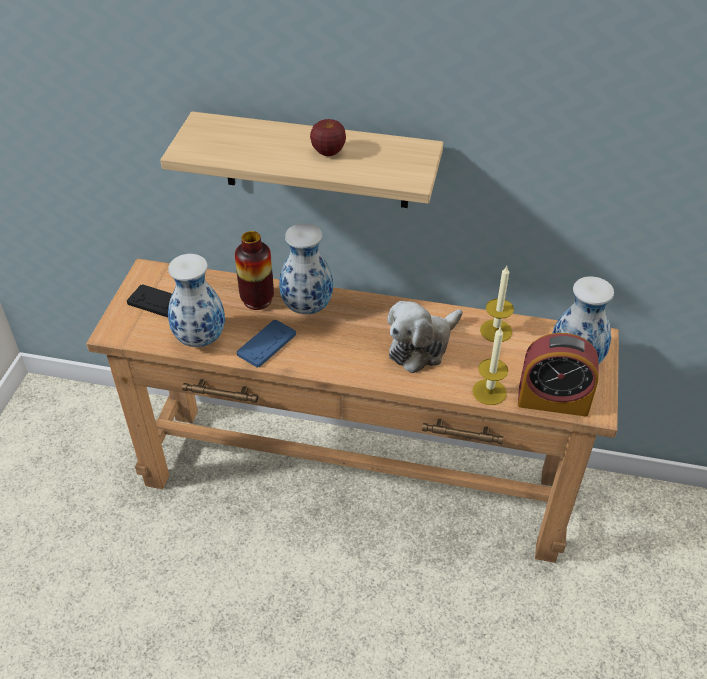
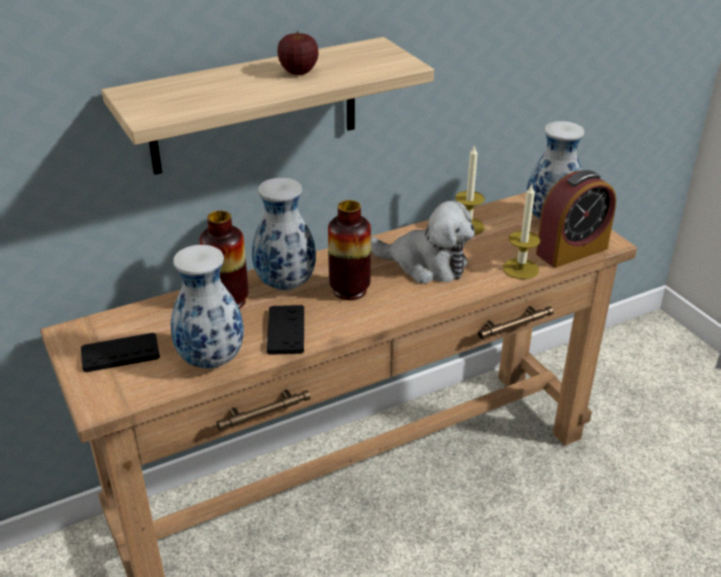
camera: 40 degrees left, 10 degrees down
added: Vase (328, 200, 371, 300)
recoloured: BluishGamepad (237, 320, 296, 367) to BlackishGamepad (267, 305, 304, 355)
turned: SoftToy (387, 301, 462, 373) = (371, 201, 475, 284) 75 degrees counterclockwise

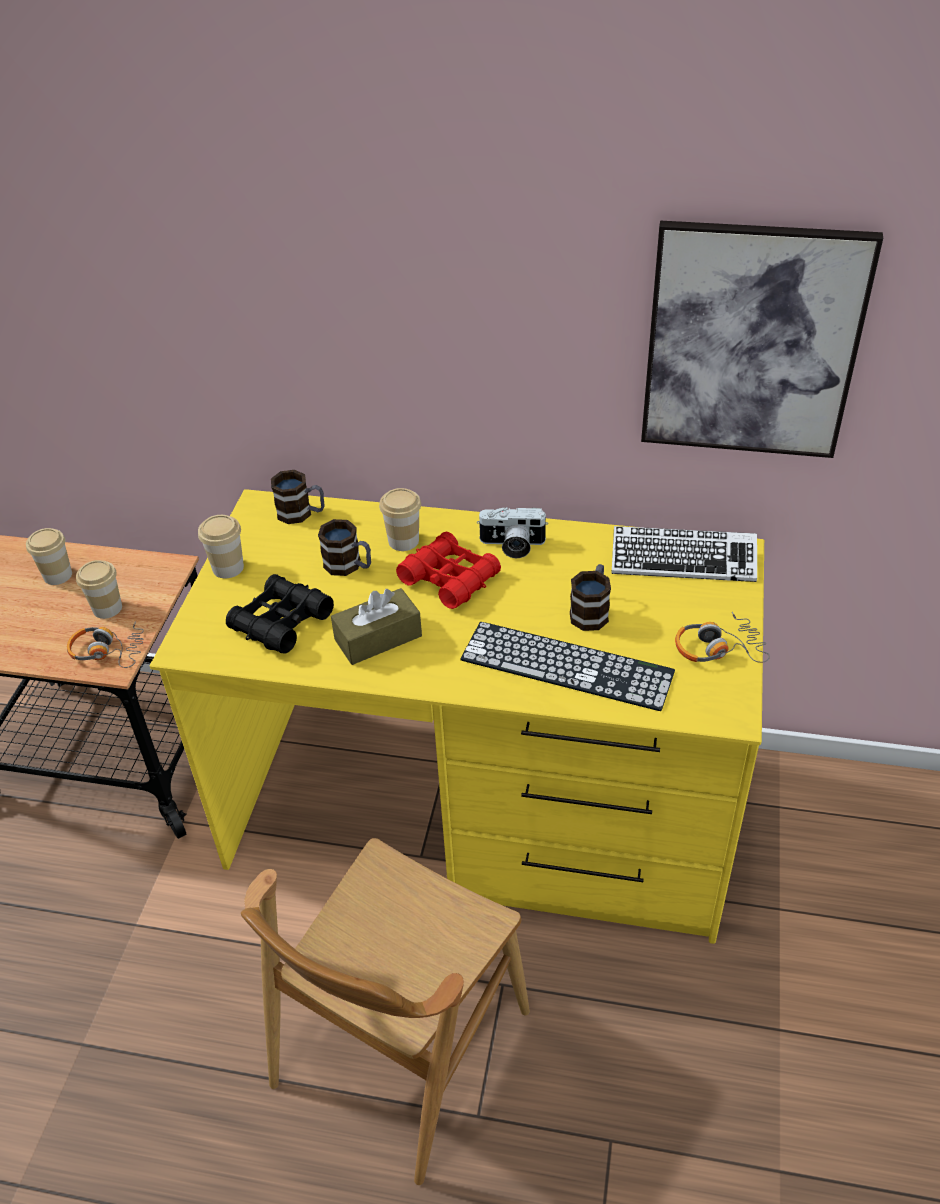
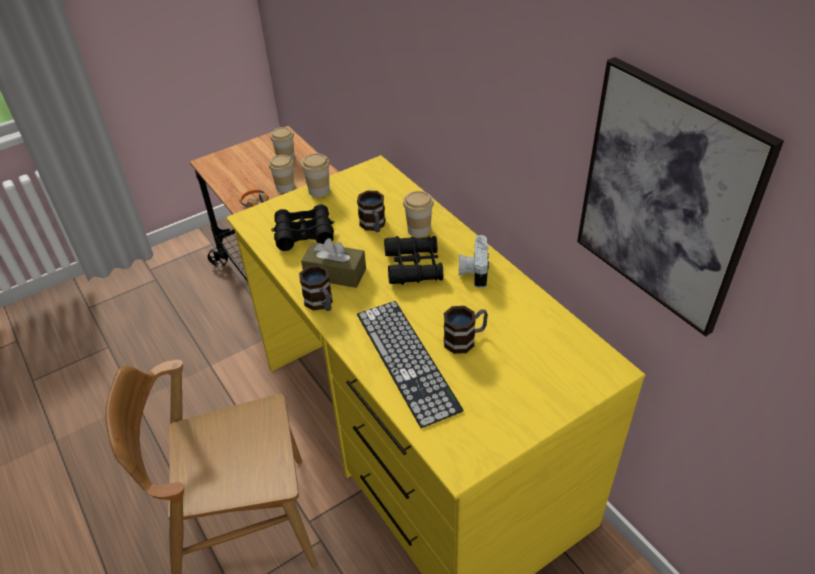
camera: 45 degrees right, 0 degrees up
removed: Keyboard (611, 526, 757, 582); PairOfHeadphones (675, 612, 770, 663)
moved: Mug (271, 470, 324, 524) to (299, 265, 333, 311)
recoloured: ReddishBinoculars (396, 532, 501, 609) to BlackishBinoculars (384, 236, 443, 285)
turned: StillCamera (477, 507, 548, 558) = (459, 235, 489, 288) 45 degrees clockwise

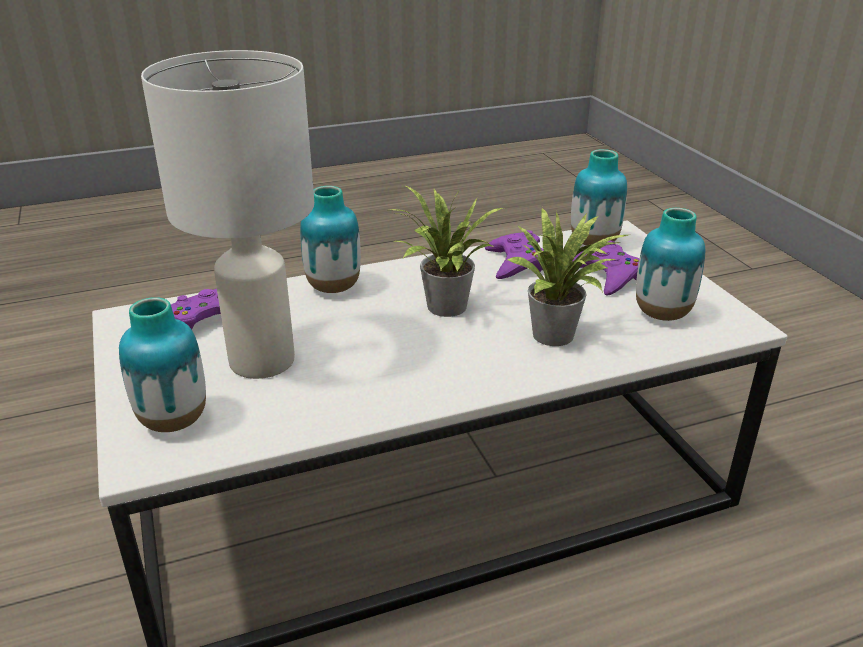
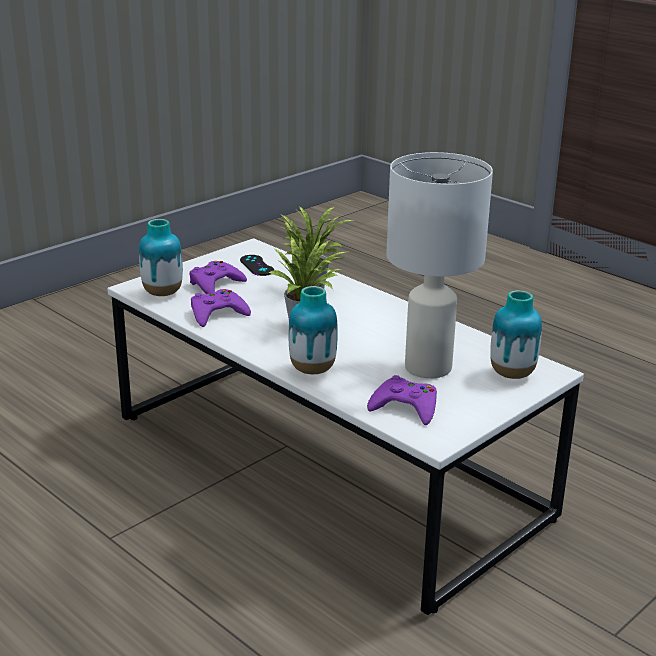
camera: 115 degrees left, 5 degrees down
replaced: Vase (636, 208, 705, 321) to BlackishGamepad (240, 255, 274, 276)

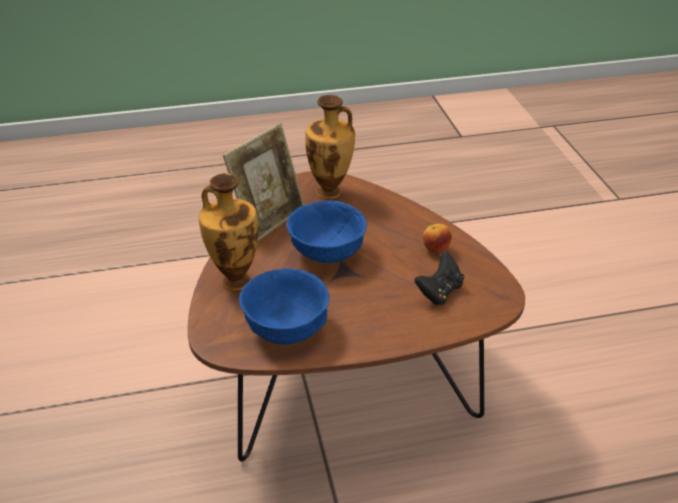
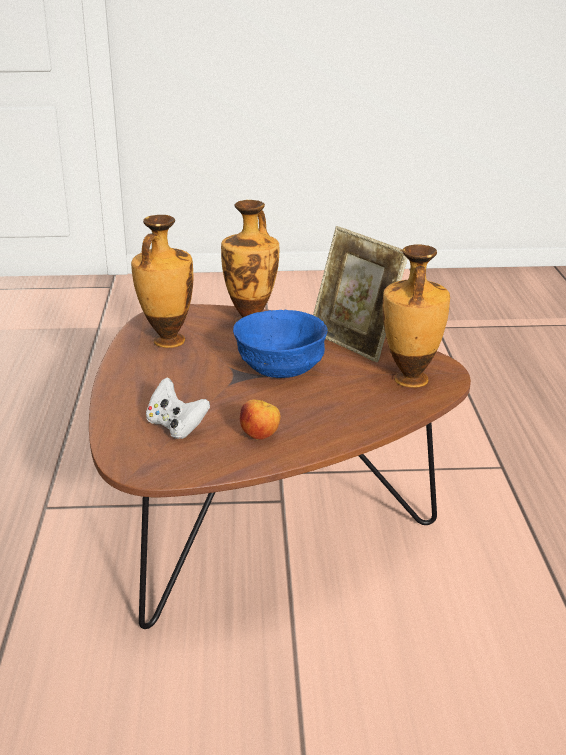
camera: 100 degrees right, 10 degrees down
replaced: BluishDeepDish (239, 268, 329, 345) to Vase (131, 215, 193, 348)
recoloured: BlackishGamepad (414, 252, 464, 305) to WhiteGamepad (146, 377, 210, 439)

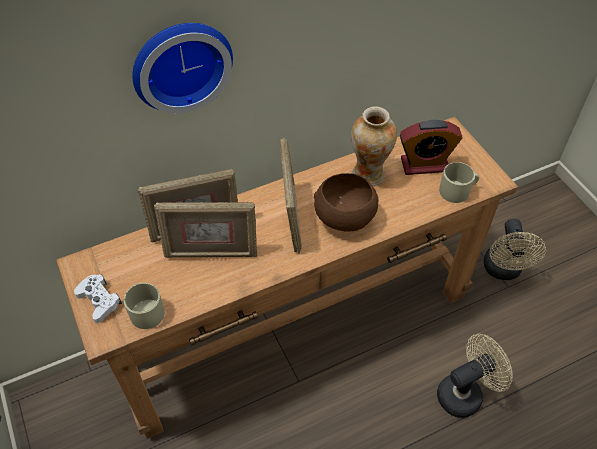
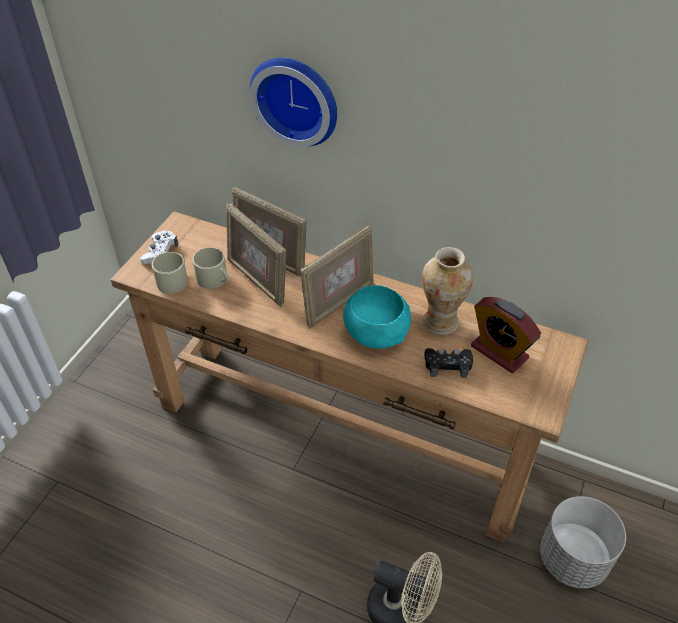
camera: 50 degrees right, 5 degrees down
added: BlackishGamepad (424, 348, 473, 378)
moved: BeigeMug (439, 162, 479, 203) to (192, 247, 229, 289)
replaced: BeigeFan (483, 219, 546, 280) to GrayFlowerPot (540, 496, 626, 589)
recoloured: BrownishDeepDish (314, 173, 379, 232) to TurquoiseColouredDeepDish (343, 285, 411, 349)

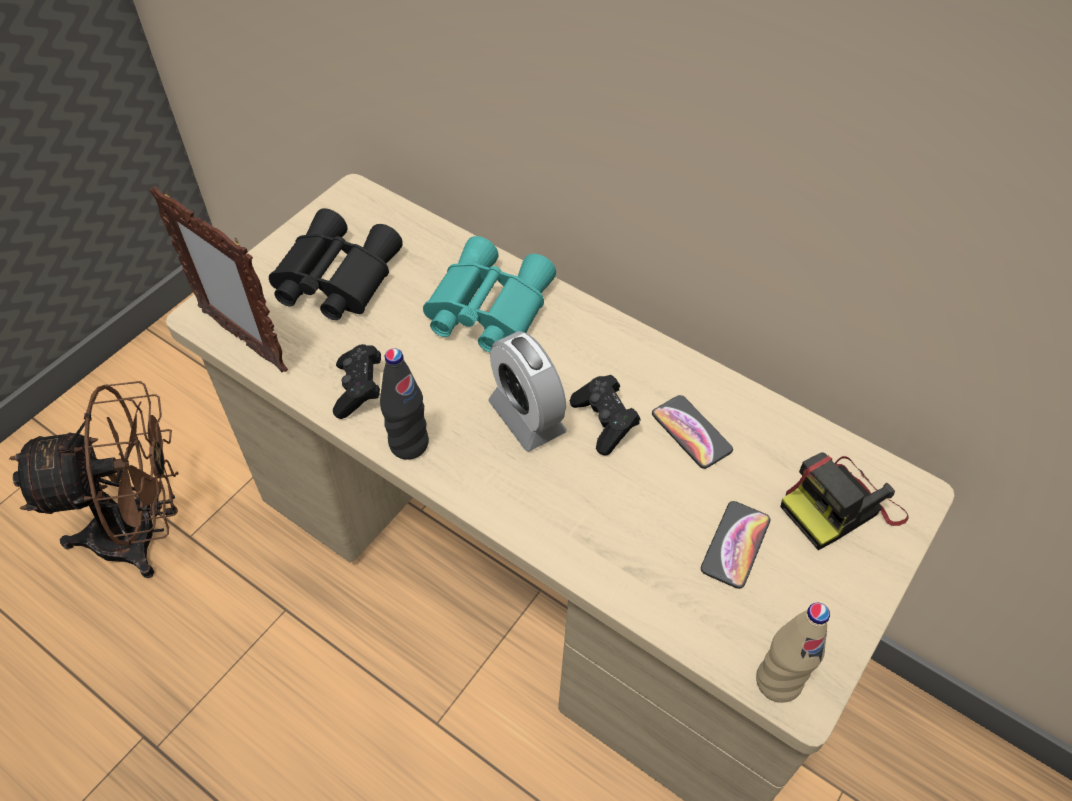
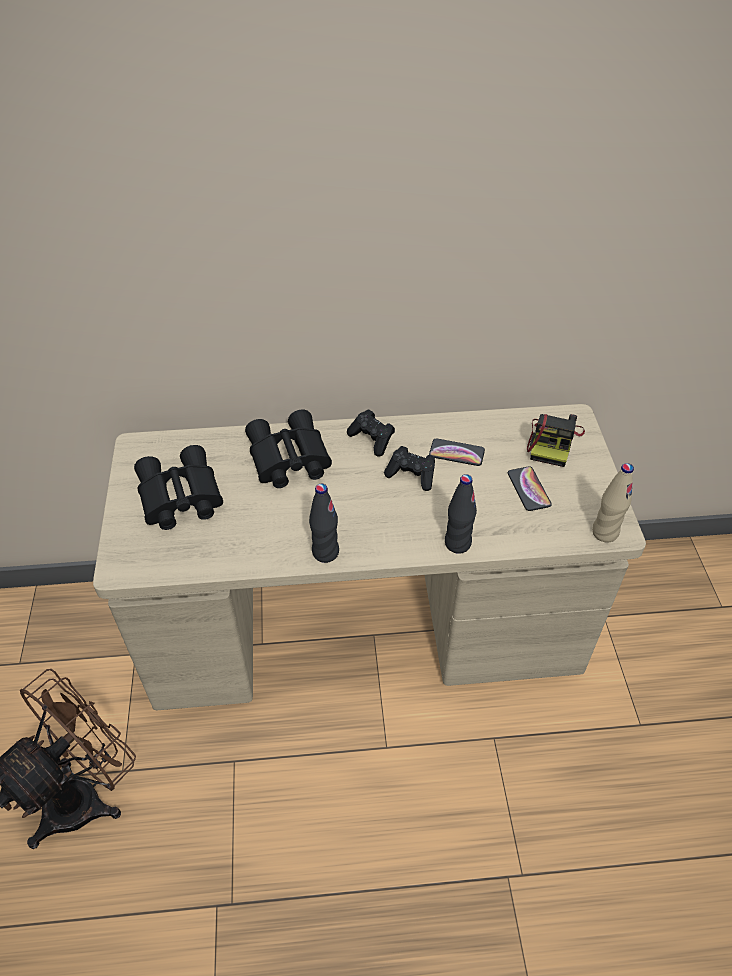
camera: 40 degrees left, 5 degrees down
removed: PhotoFrame (149, 186, 288, 372); TableClock (488, 331, 567, 452)
added: BlackishBottle (445, 474, 477, 554)
moved: BlackishGamepad (333, 344, 381, 419) to (347, 410, 395, 457)
recoloured: TurquoiseColouredBinoculars (423, 236, 556, 352) to BlackishBinoculars (245, 409, 332, 488)

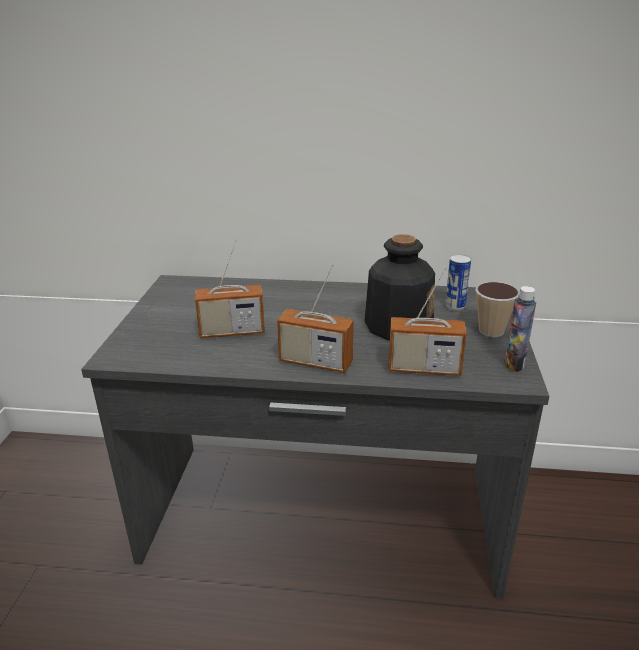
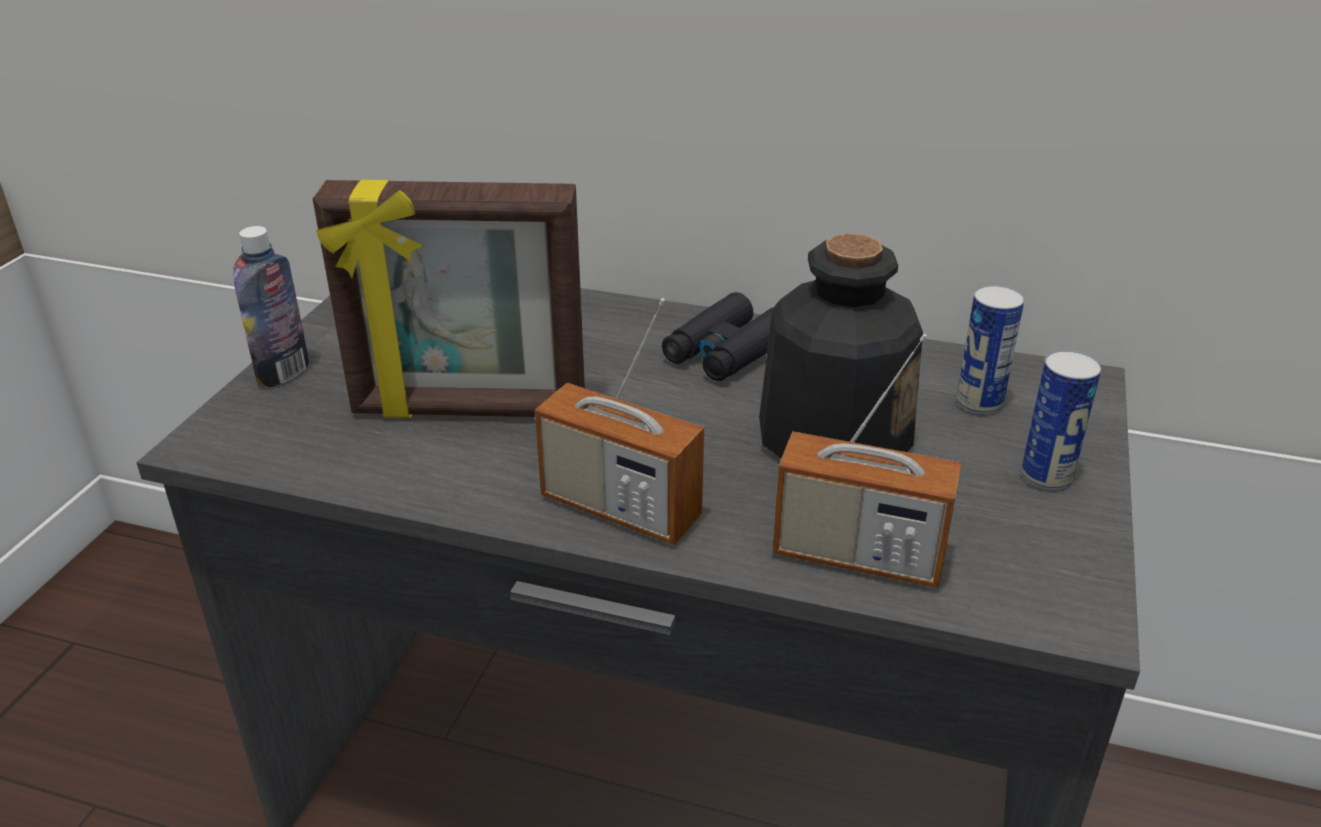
camera: 10 degrees right, 5 degrees up
added: BlackishBinoculars (662, 292, 773, 381)
moved: Bottle (505, 286, 536, 372) to (233, 226, 309, 387)
replaced: Radio (195, 238, 265, 338) to PhotoFrame (313, 180, 585, 418); Cup (475, 282, 520, 337) to Can (1021, 350, 1101, 490)

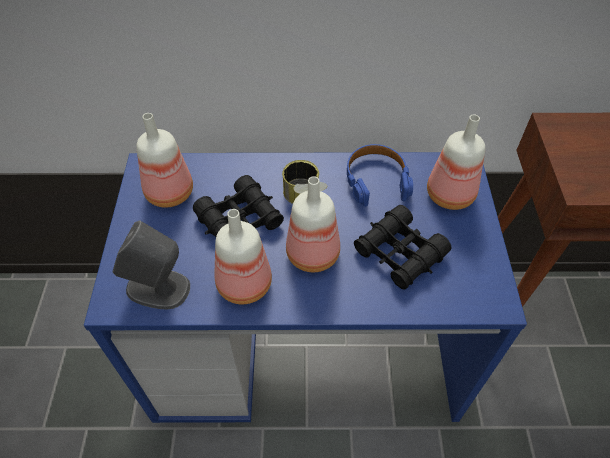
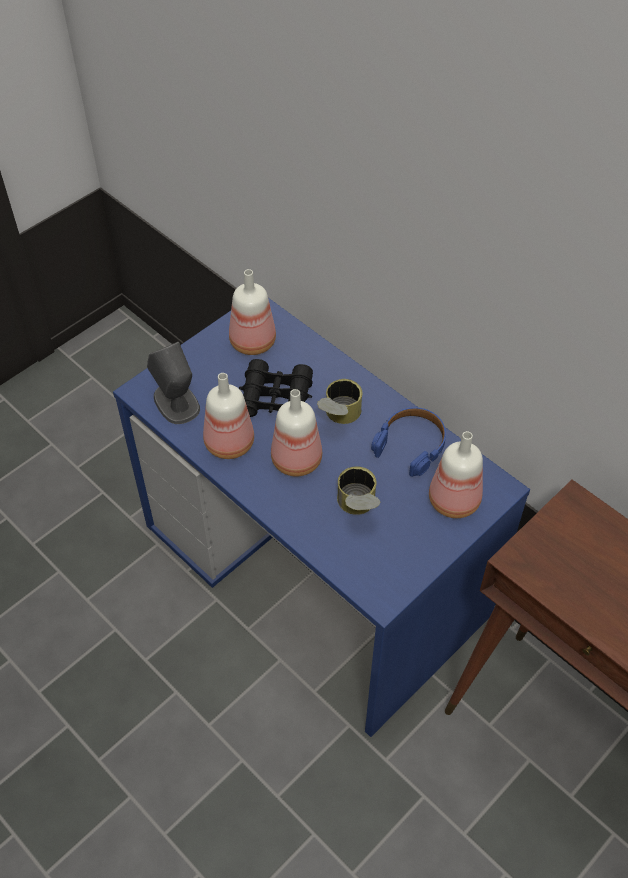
camera: 45 degrees right, 0 degrees up
replaced: BlackishBinoculars (354, 205, 452, 290) to Can (337, 466, 381, 515)

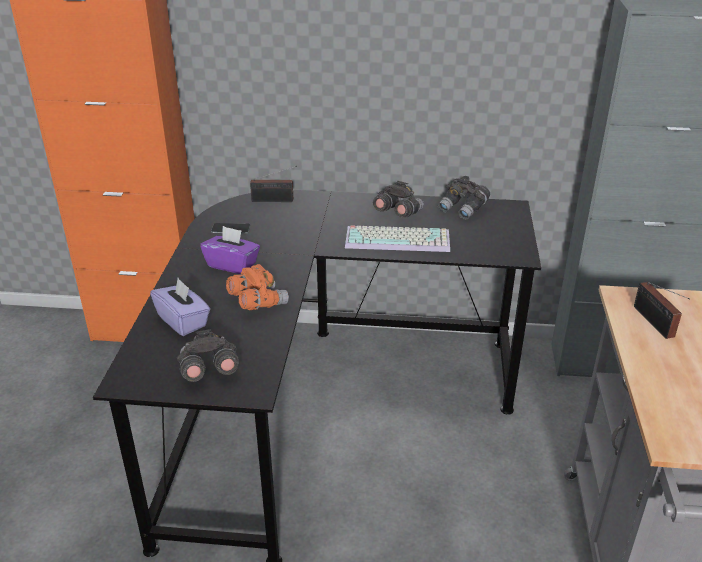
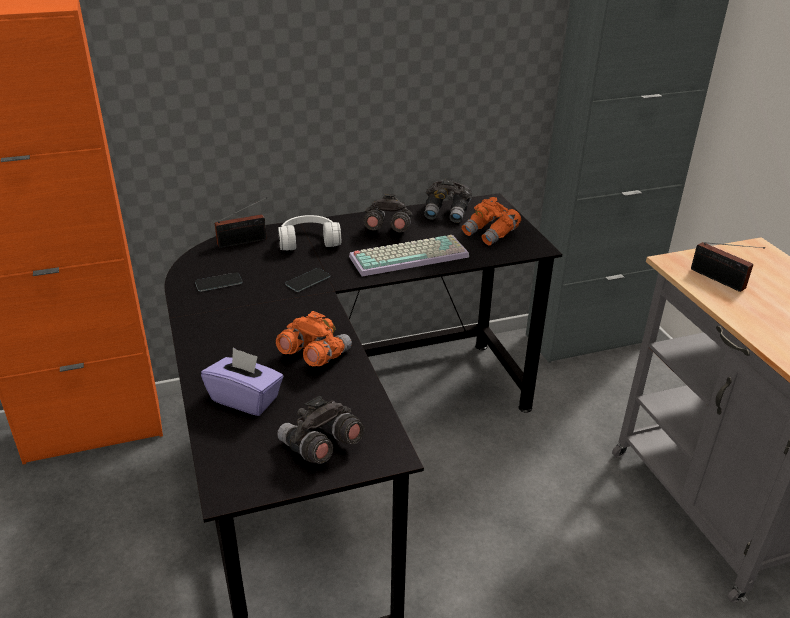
camera: 25 degrees left, 0 degrees up
removed: PurpleBoxOfTissues (200, 226, 260, 274)
added: WhitePairOfHeadphones (278, 215, 341, 250); Phone (285, 268, 330, 292); OrangeColouredBinoculars (461, 197, 521, 246)

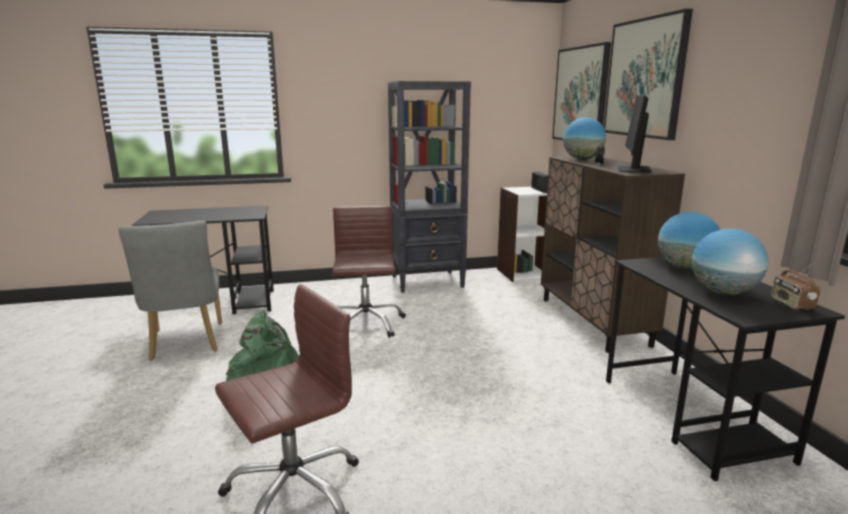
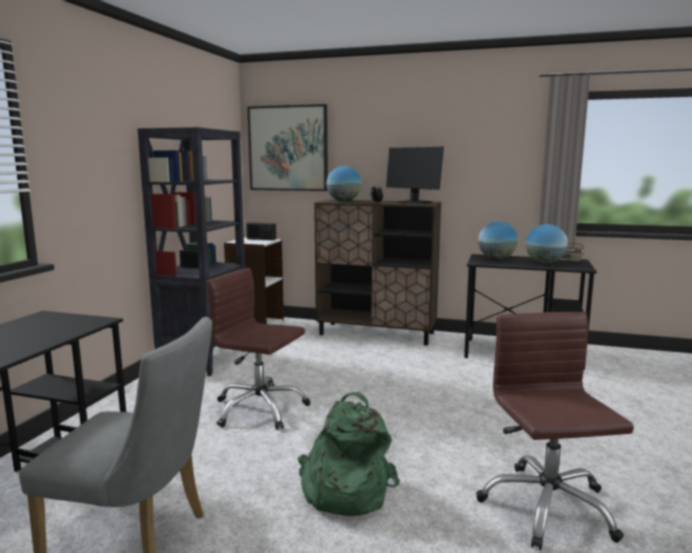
camera: 60 degrees left, 5 degrees down
removed: WallArt (604, 9, 693, 140)

